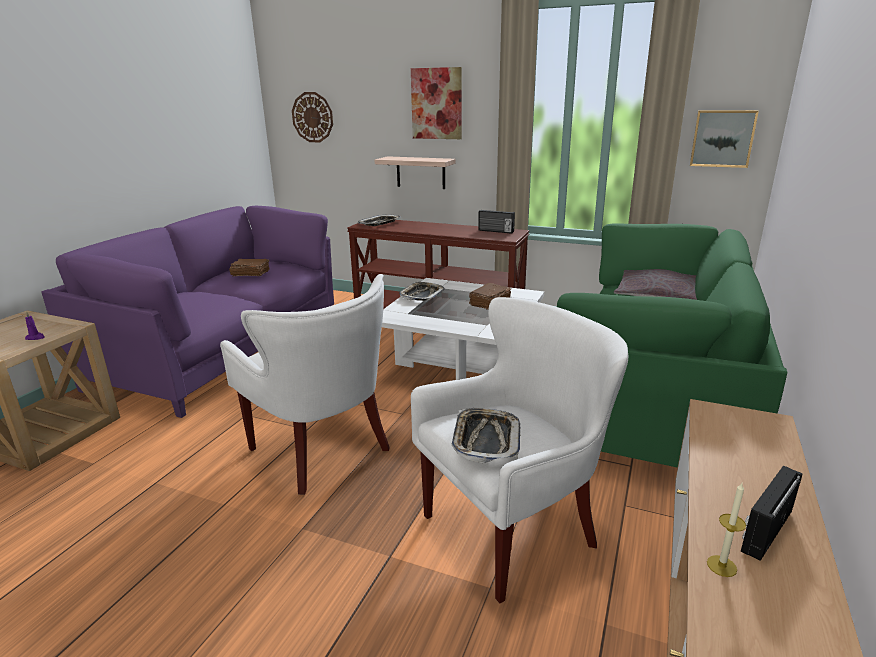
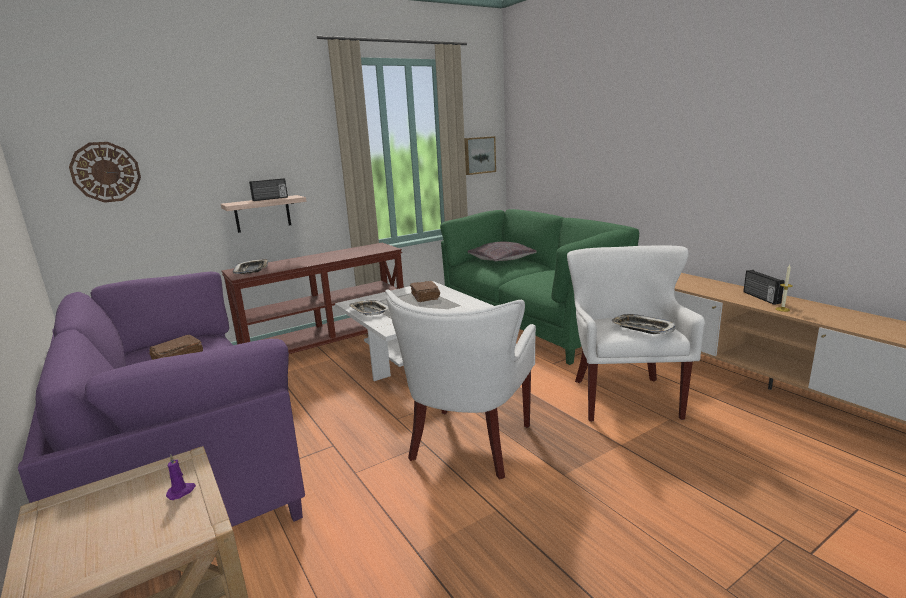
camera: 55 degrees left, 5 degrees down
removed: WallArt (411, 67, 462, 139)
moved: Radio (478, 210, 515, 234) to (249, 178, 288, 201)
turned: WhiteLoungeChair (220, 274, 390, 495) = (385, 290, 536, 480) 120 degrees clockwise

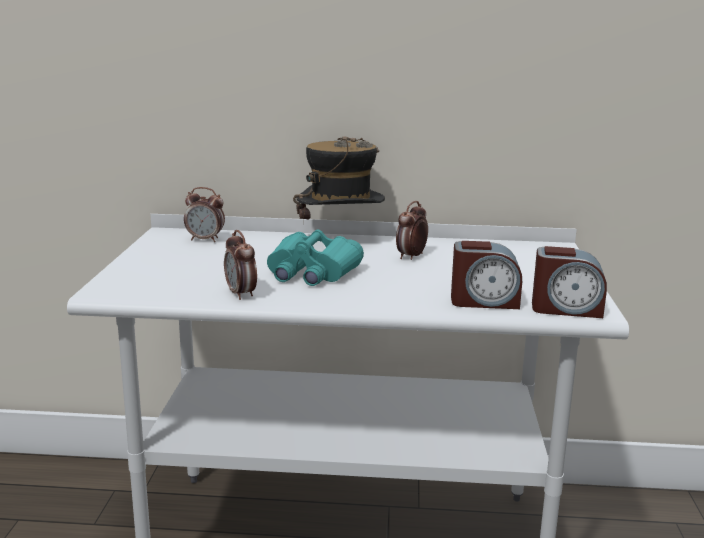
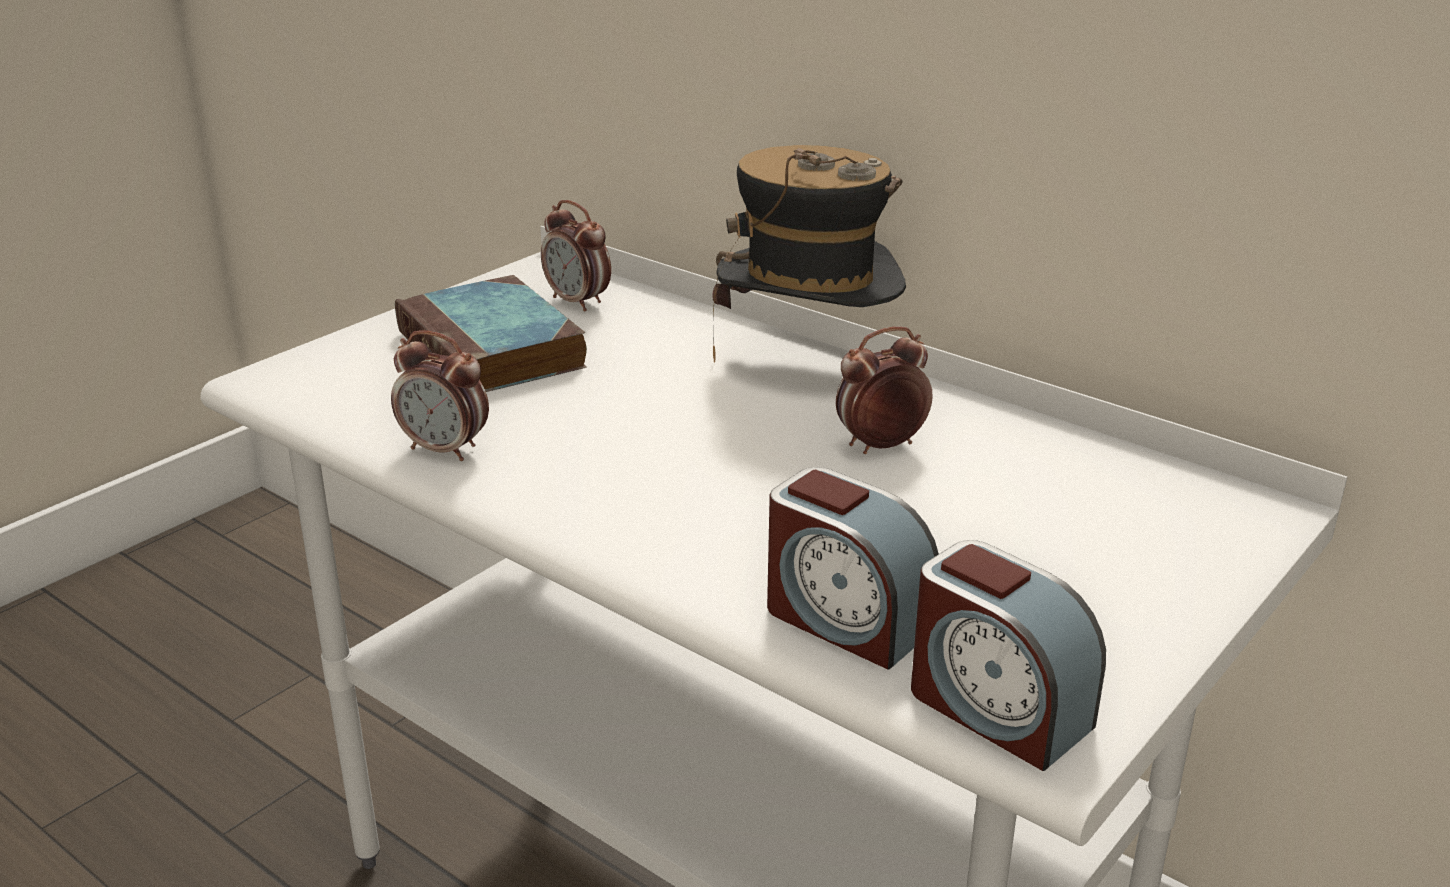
camera: 35 degrees right, 10 degrees up
removed: TurquoiseColouredBinoculars (267, 230, 364, 286)
added: Volume (395, 275, 587, 392)
turned: TableClock (224, 230, 257, 300) = (391, 330, 489, 461) 75 degrees counterclockwise

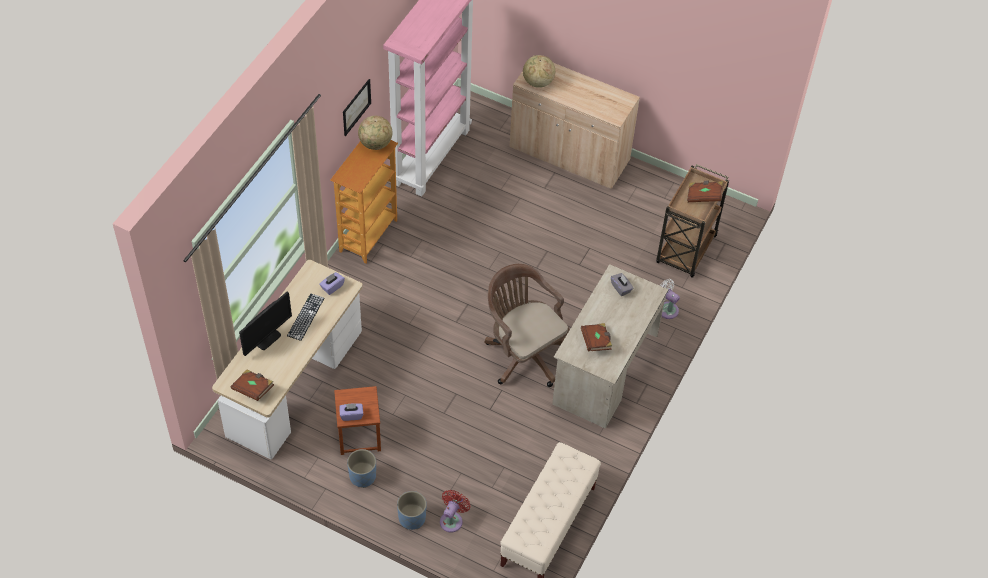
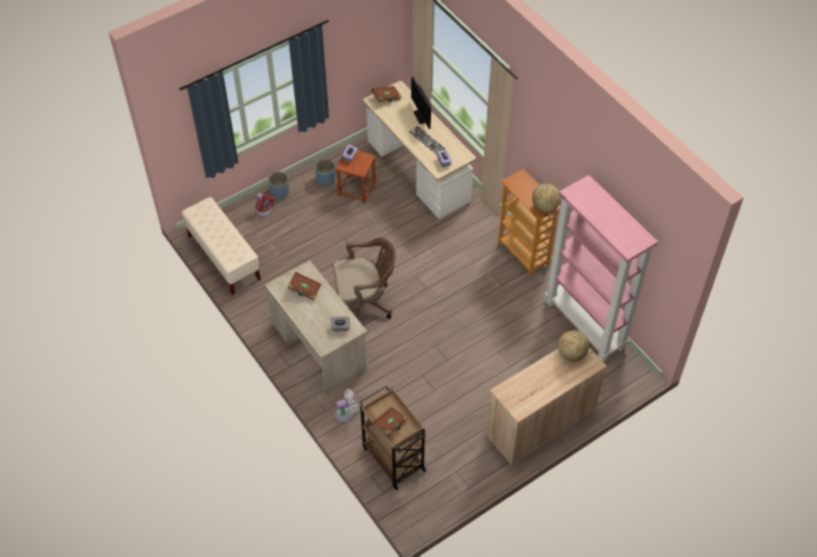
camera: 120 degrees right, 0 degrees up
removed: WallArt (343, 79, 371, 136)

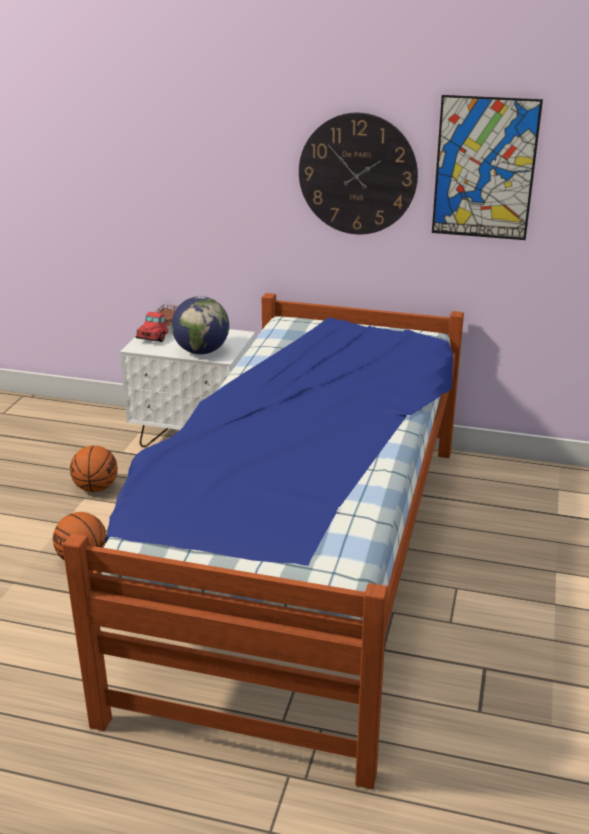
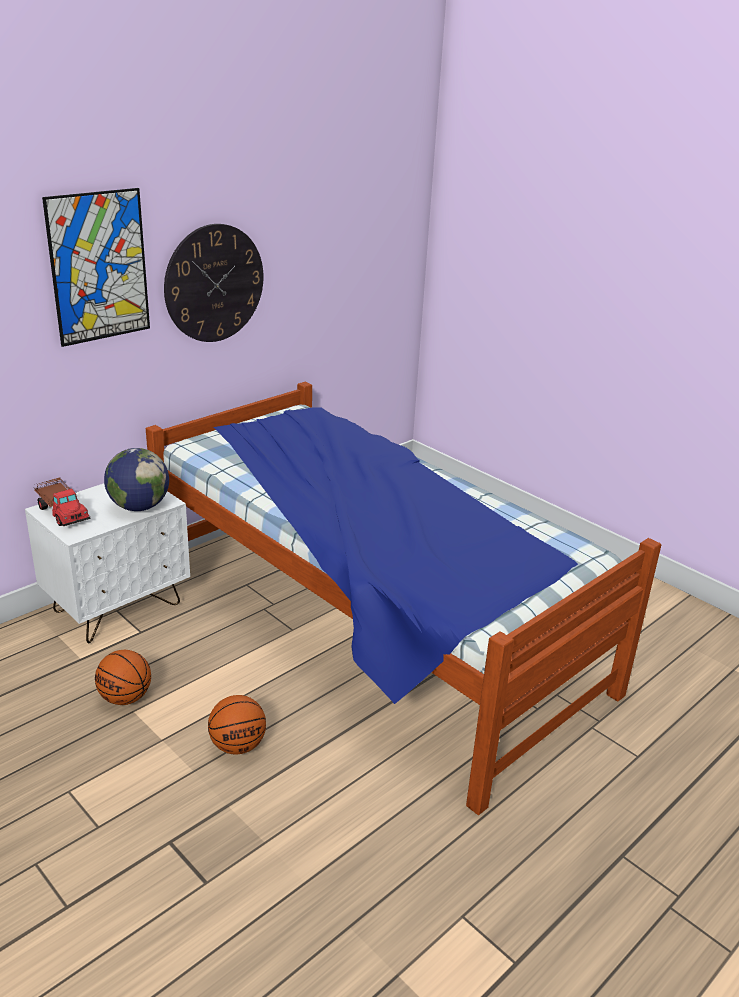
camera: 60 degrees left, 0 degrees up
moved: WallArt (432, 95, 543, 240) to (42, 188, 150, 347)

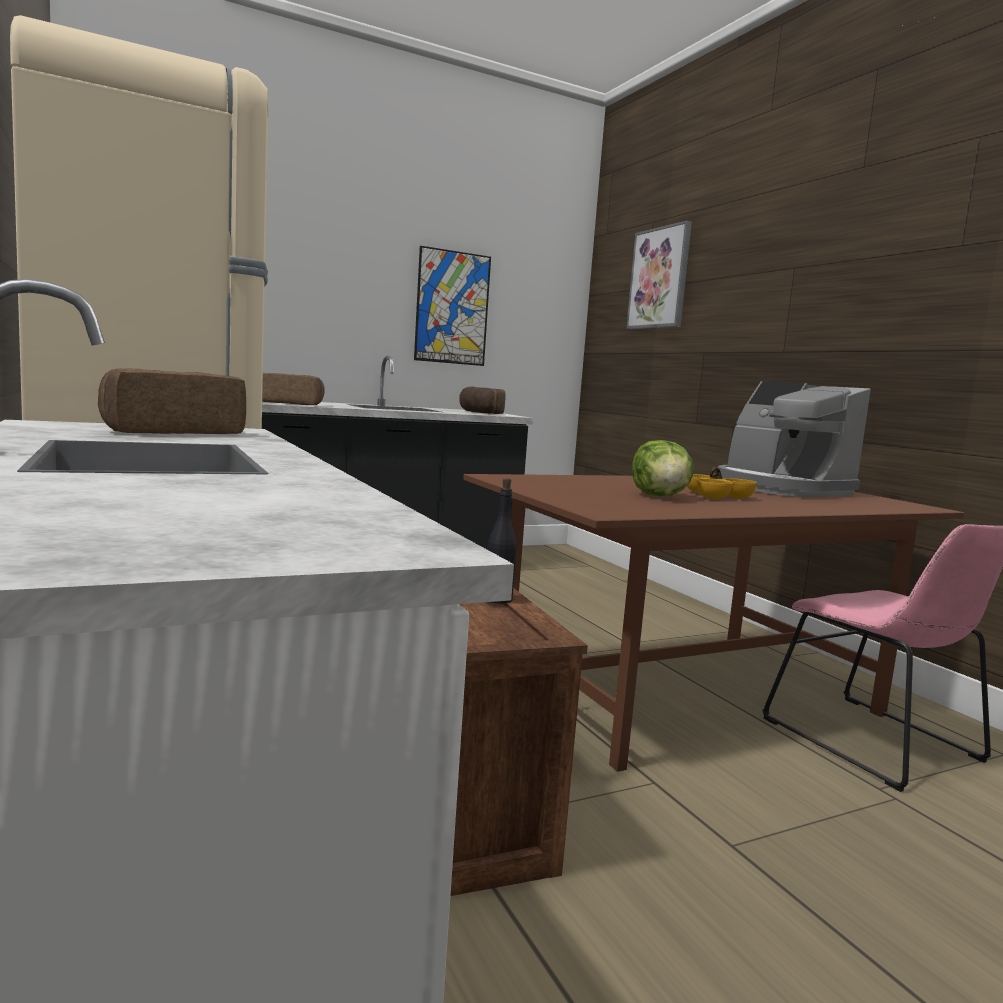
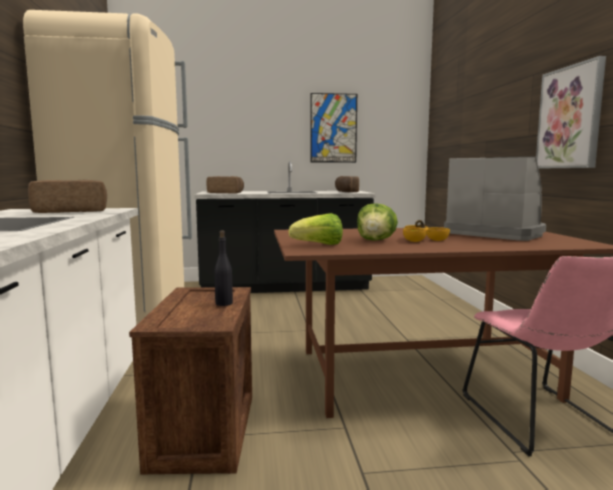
camera: 20 degrees right, 0 degrees up
added: Lettuce (289, 213, 343, 245)
moved: WallArt (626, 220, 692, 329) to (536, 56, 606, 169)
turned: CoffeeBrewer (718, 381, 871, 497) = (444, 156, 546, 241) 150 degrees clockwise

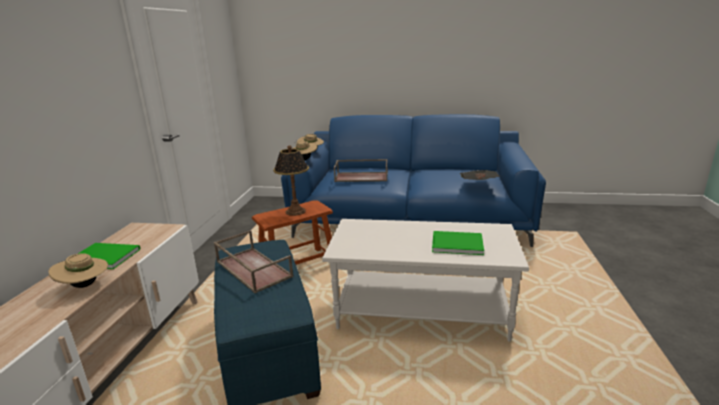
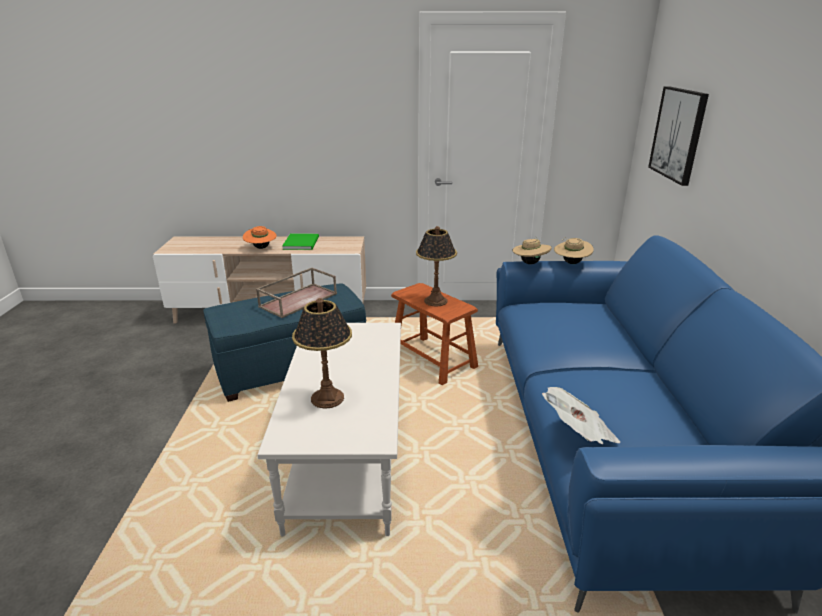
camera: 80 degrees right, 5 degrees up
removed: BrownishServingTray (334, 159, 388, 182)
added: WallArt (648, 86, 709, 186)
replaced: GreenVolume (432, 231, 484, 255) to TabletopLamp (292, 298, 352, 409)
recoloured: BeigeWearableHat (48, 253, 108, 288) to OrangeColouredWearableHat (243, 226, 277, 249)

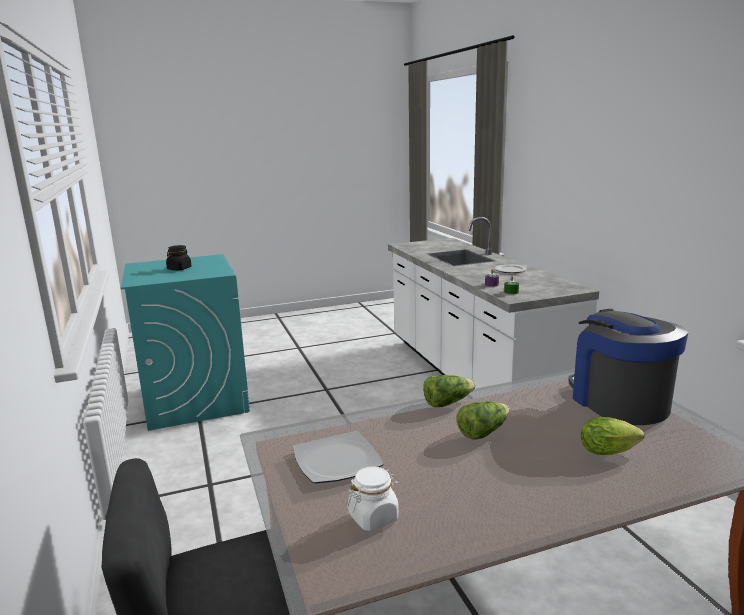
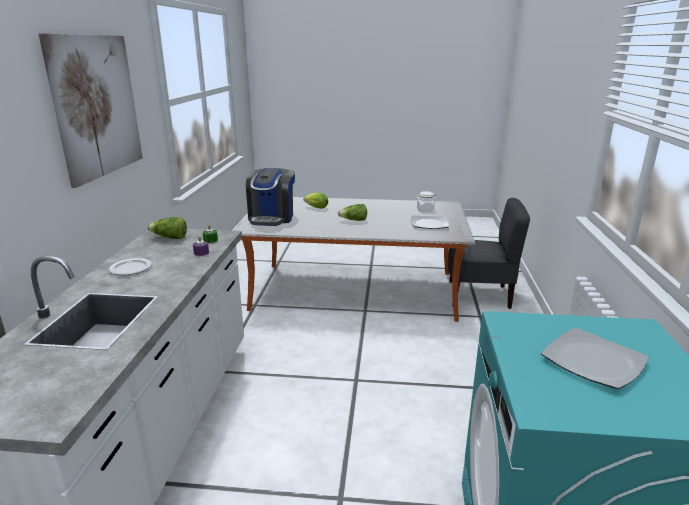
camera: 155 degrees left, 5 degrees up
added: WallArt (39, 33, 143, 188)
moved: Lettuce (423, 375, 476, 407) to (147, 217, 187, 239)
replaced: BlackishPreserveJar (166, 245, 192, 270) to DinnerPlate (541, 327, 649, 389)

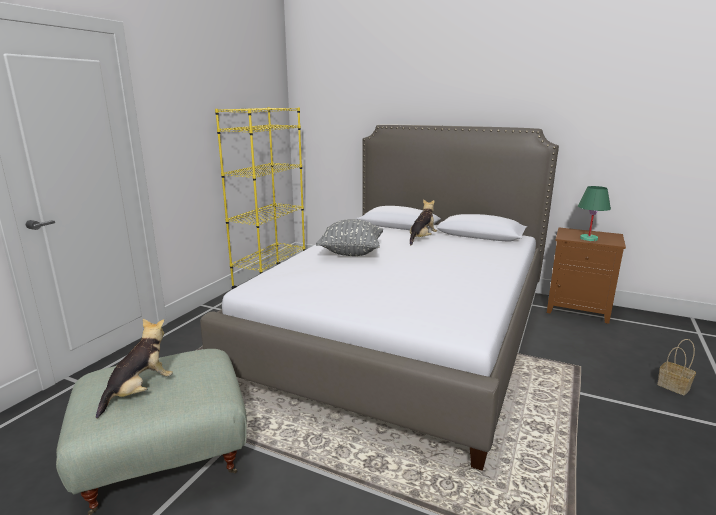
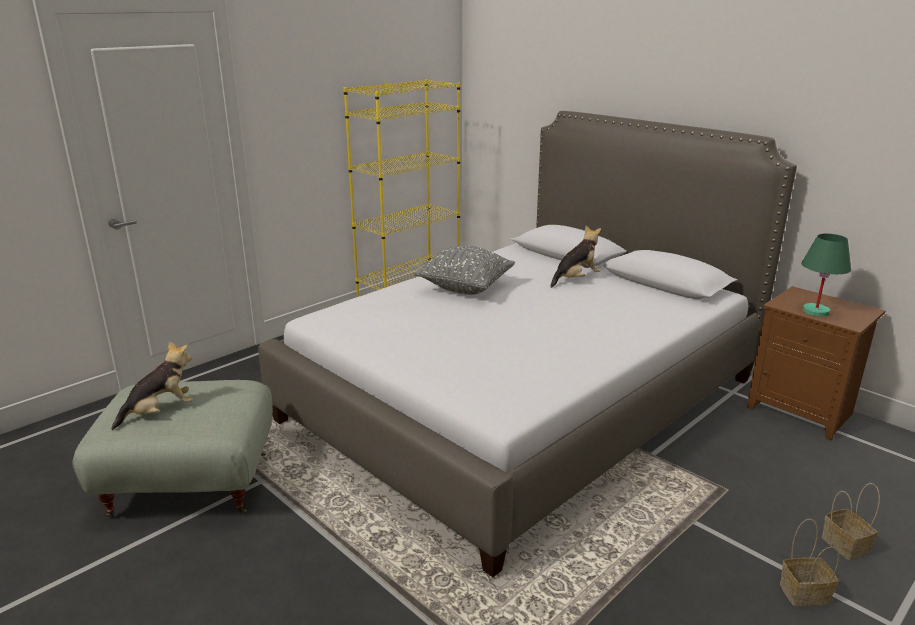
camera: 20 degrees right, 5 degrees up
added: StorageBasket (780, 519, 839, 606)

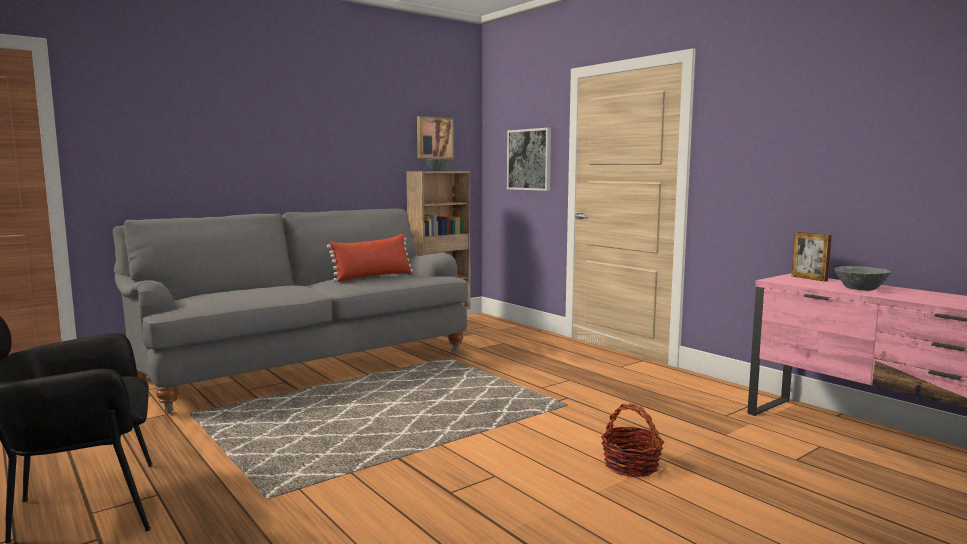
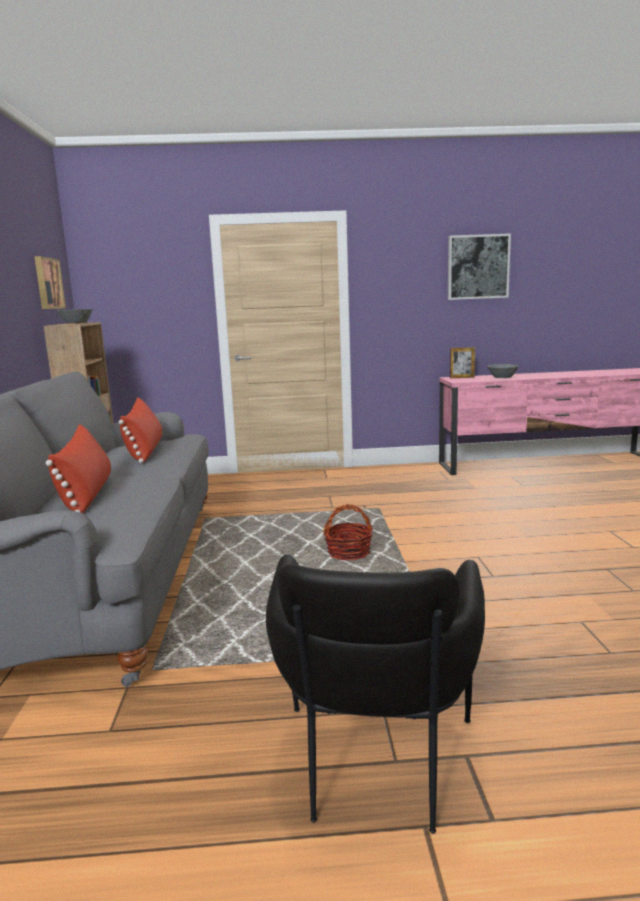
camera: 55 degrees left, 5 degrees up
added: ReddishThrowPillow (46, 424, 111, 513)
moved: StorageBasket (601, 404, 664, 477) to (323, 504, 373, 561); WallArt (507, 128, 551, 191) to (448, 233, 511, 300)

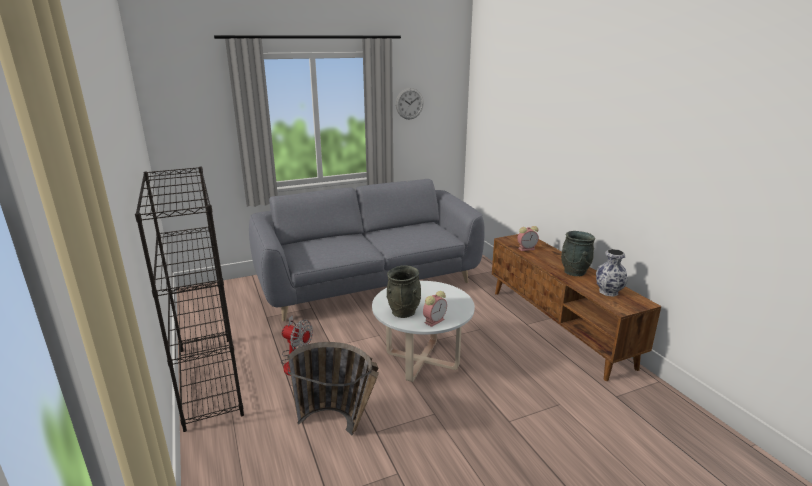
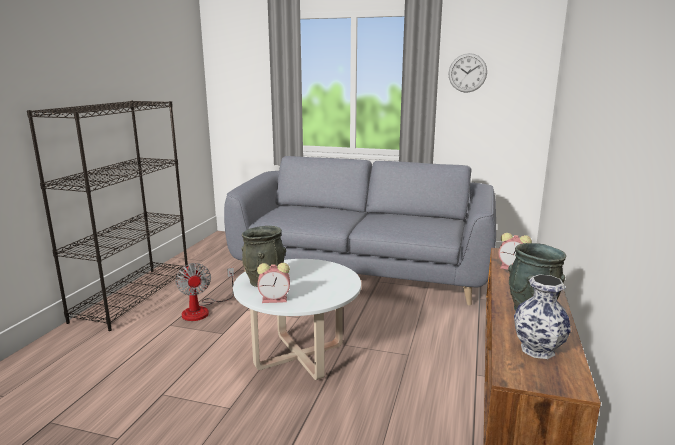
camera: 40 degrees right, 5 degrees down
removed: StorageBasket (287, 342, 379, 436)

